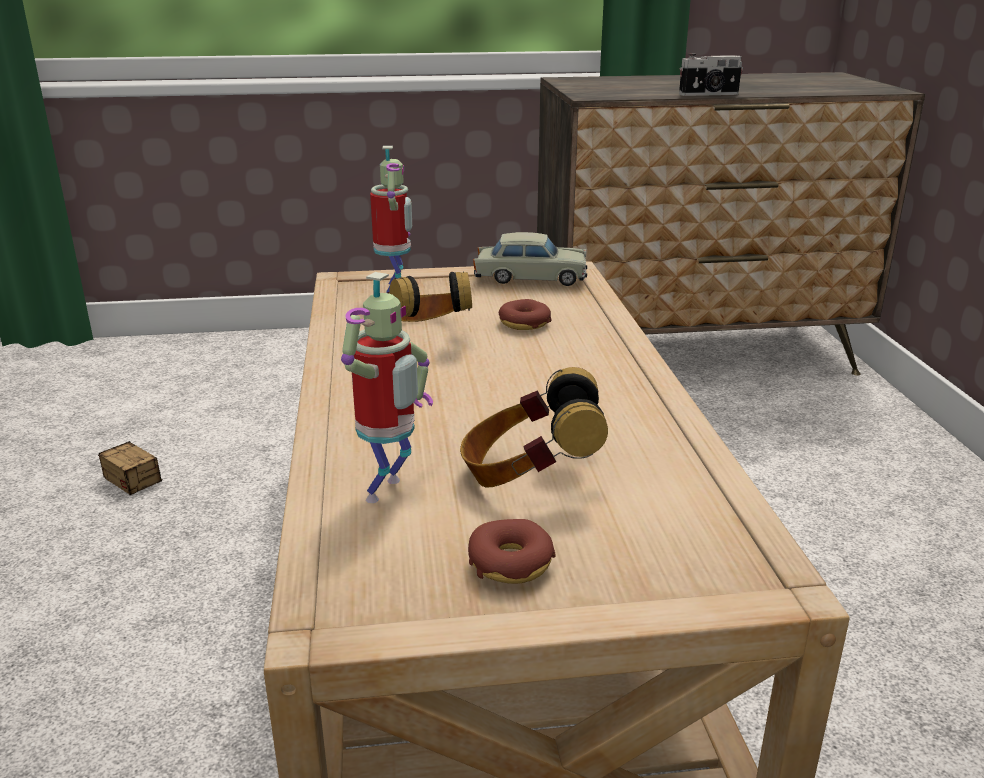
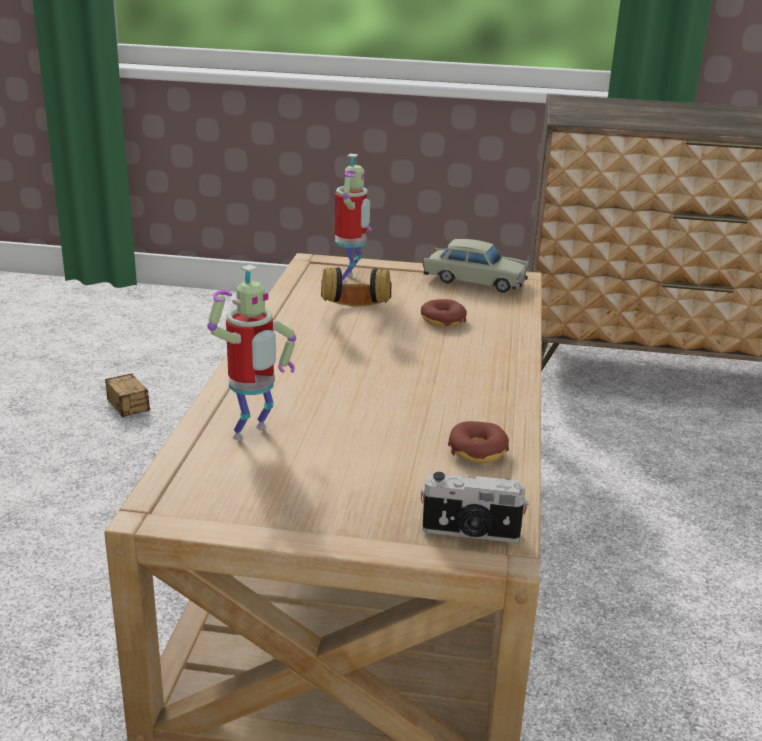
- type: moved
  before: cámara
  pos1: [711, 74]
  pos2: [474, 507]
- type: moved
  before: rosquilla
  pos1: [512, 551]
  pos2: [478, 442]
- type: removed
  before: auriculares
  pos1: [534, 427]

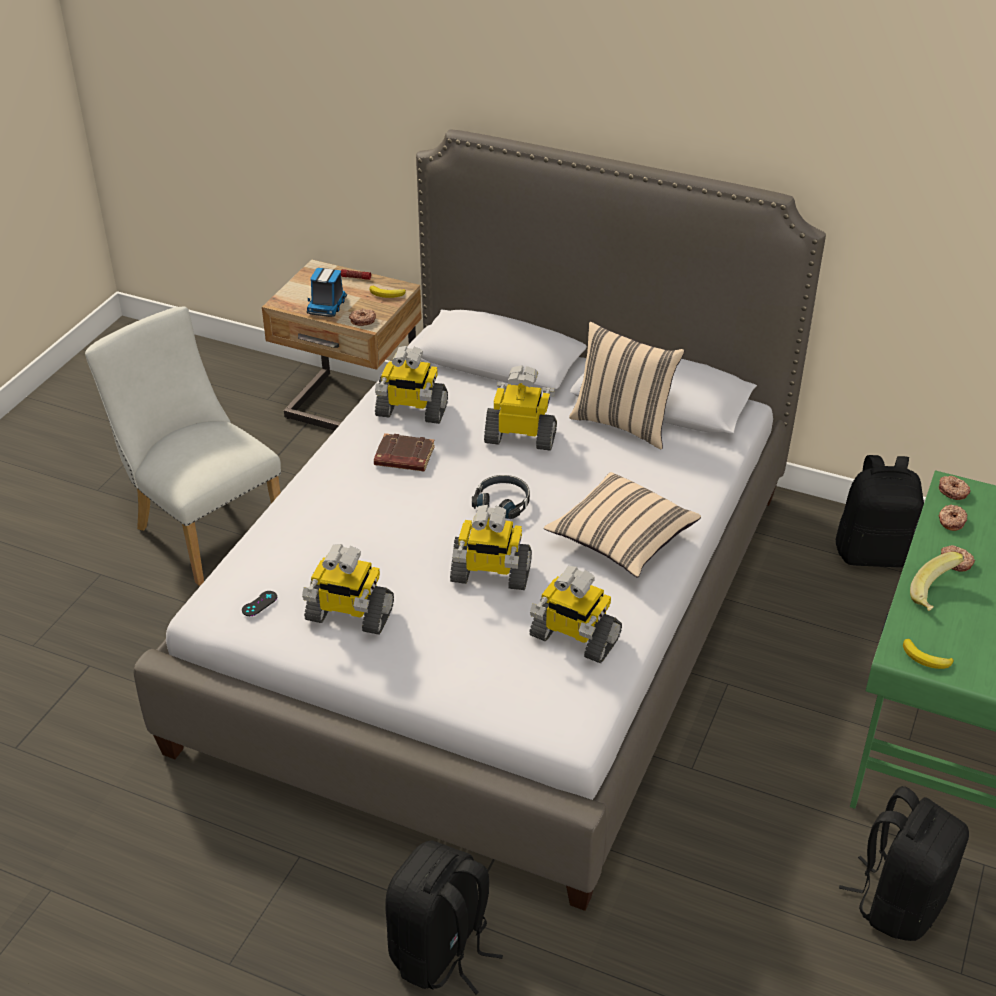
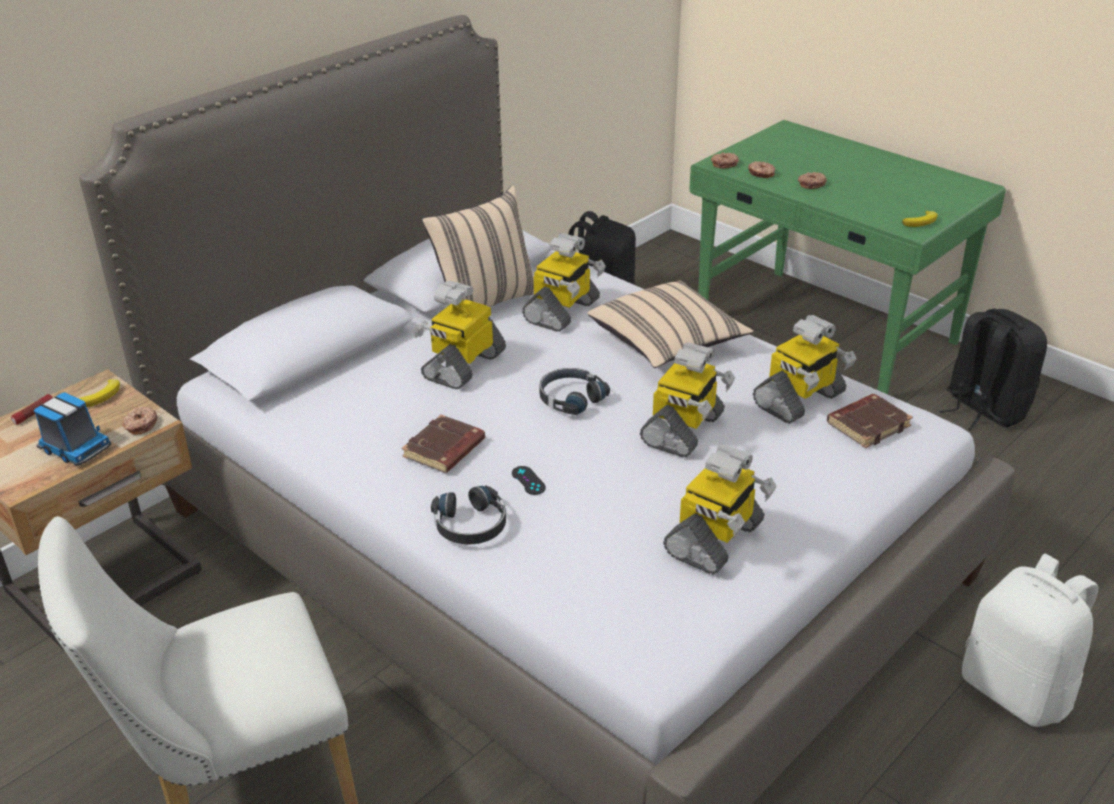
- type: added
  after: auriculares (negro)
  pos2: [468, 514]
- type: moved
  before: mando de consola (negro)
  pos1: [259, 603]
  pos2: [529, 480]
- type: moved
  before: robot de juguete
  pos1: [411, 385]
  pos2: [564, 282]
- type: added
  after: libro (marrón)
  pos2: [870, 421]
- type: recoloured
  before: mochila (negro)
  after: mochila (blanco)
  pos1: [444, 917]
  pos2: [1030, 640]
- type: removed
  before: plátano
  pos1: [937, 581]

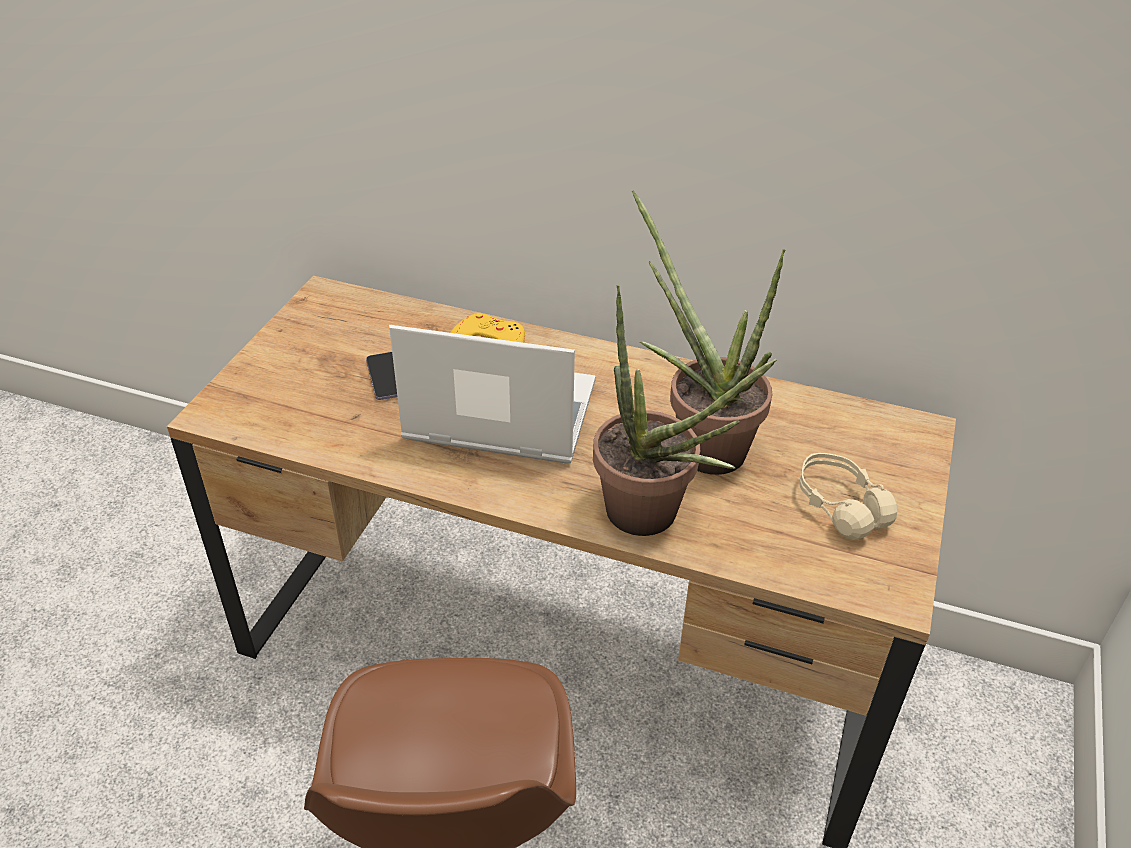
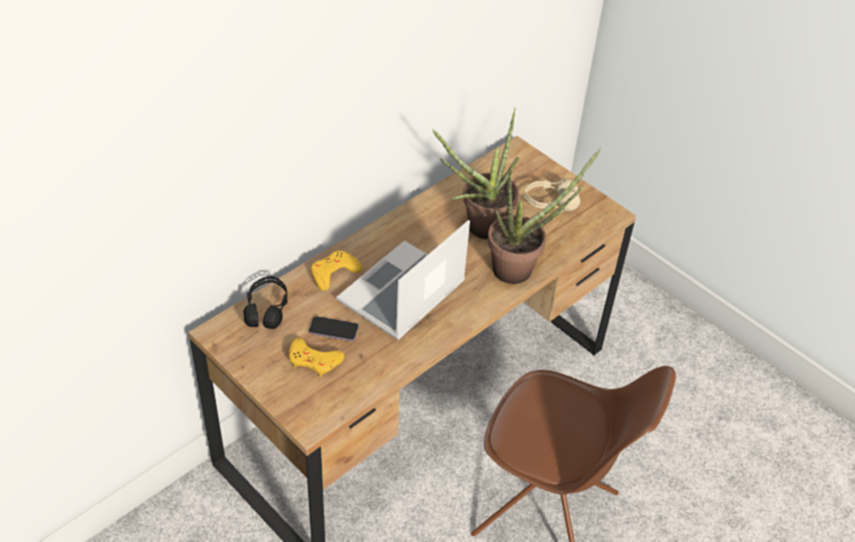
- type: added
  after: auriculares (negro)
  pos2: [265, 302]
- type: added
  after: mando de consola (amarillo)
  pos2: [317, 357]

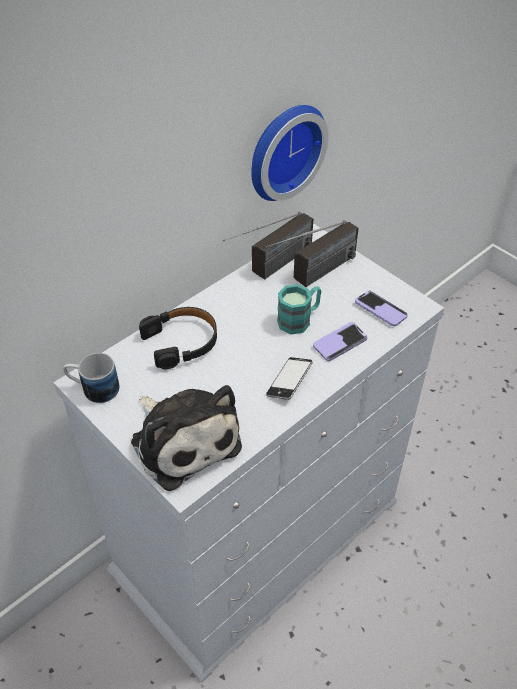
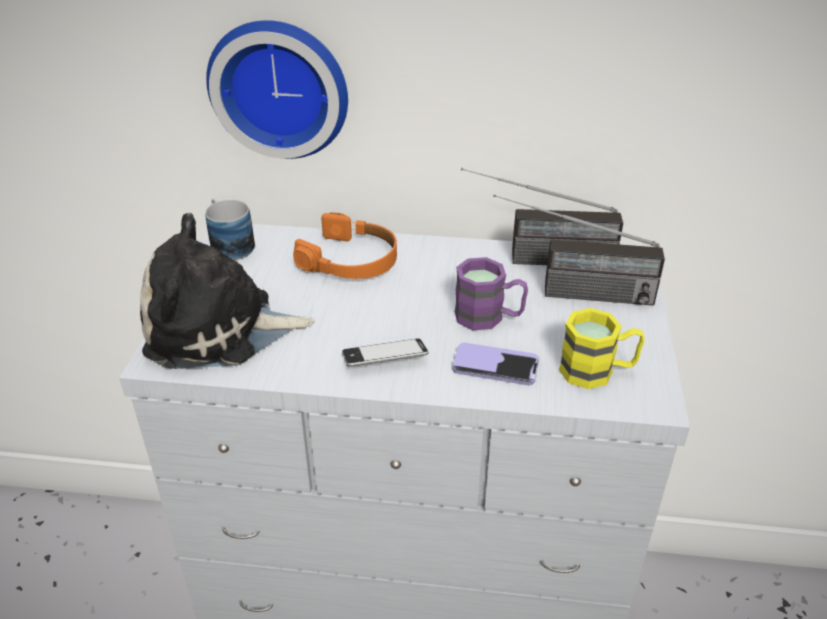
- type: turned
  before: peluche
  pos1: [186, 438]
  pos2: [227, 291]
  turn: 75
- type: moved
  before: reloj de pared
  pos1: [290, 153]
  pos2: [277, 89]
- type: recoloured
  before: auriculares (negro)
  after: auriculares (naranja)
  pos1: [178, 338]
  pos2: [345, 245]
- type: recoloured
  before: taza grande (turquesa)
  after: taza grande (morado)
  pos1: [299, 309]
  pos2: [491, 293]
- type: replaced
  before: móvil
  after: taza grande (amarillo)
  pos1: [381, 308]
  pos2: [602, 348]

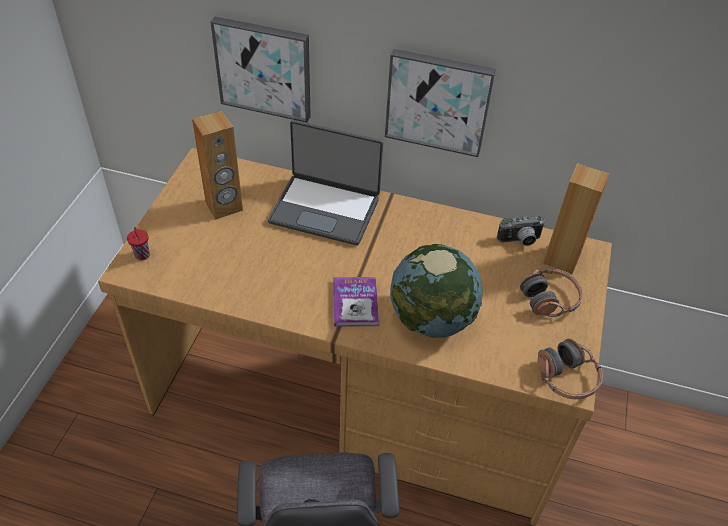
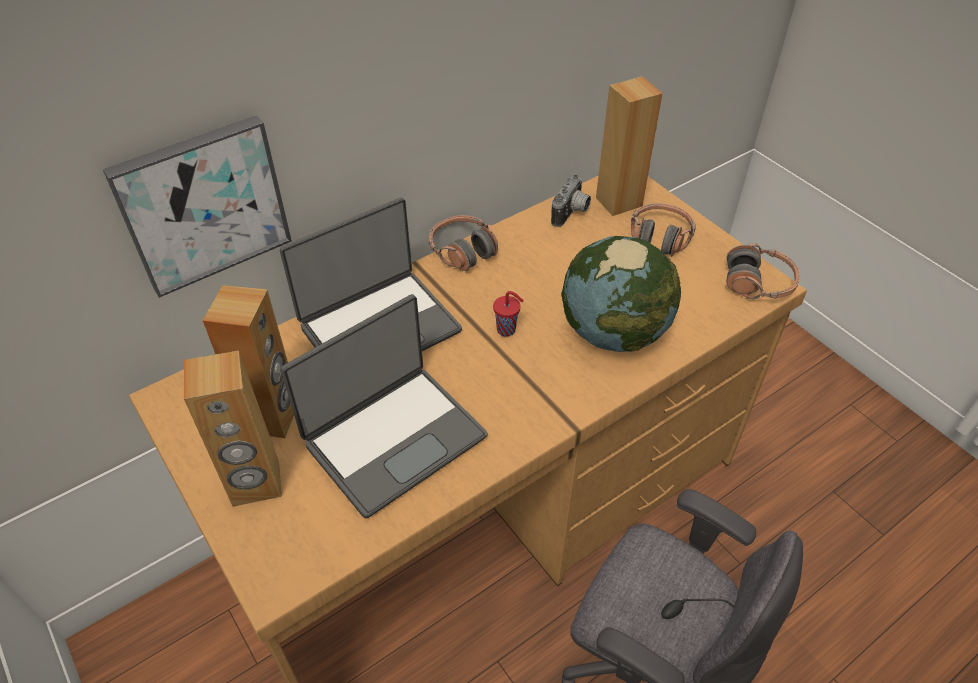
- type: added
  after: altavoz (marrón)
  pos2: [233, 428]
- type: added
  after: portátil
  pos2: [384, 406]
- type: added
  after: auriculares
  pos2: [463, 243]
- type: moved
  before: taza (rojo)
  pos1: [138, 243]
  pos2: [508, 314]
- type: removed
  before: libro
  pos1: [356, 302]
- type: removed
  before: cuadro
  pos1: [440, 103]

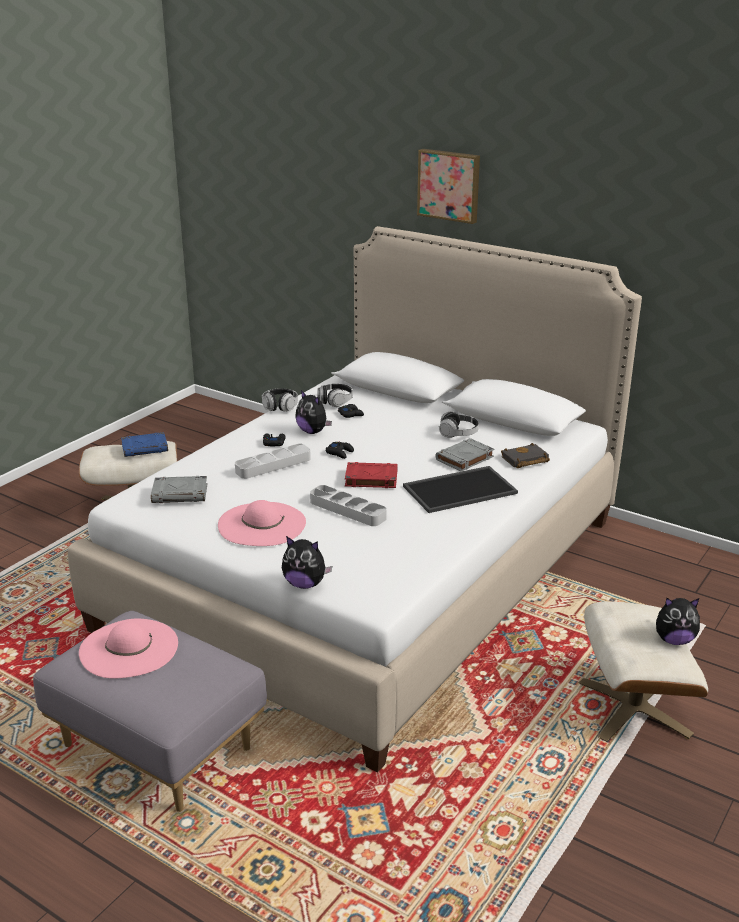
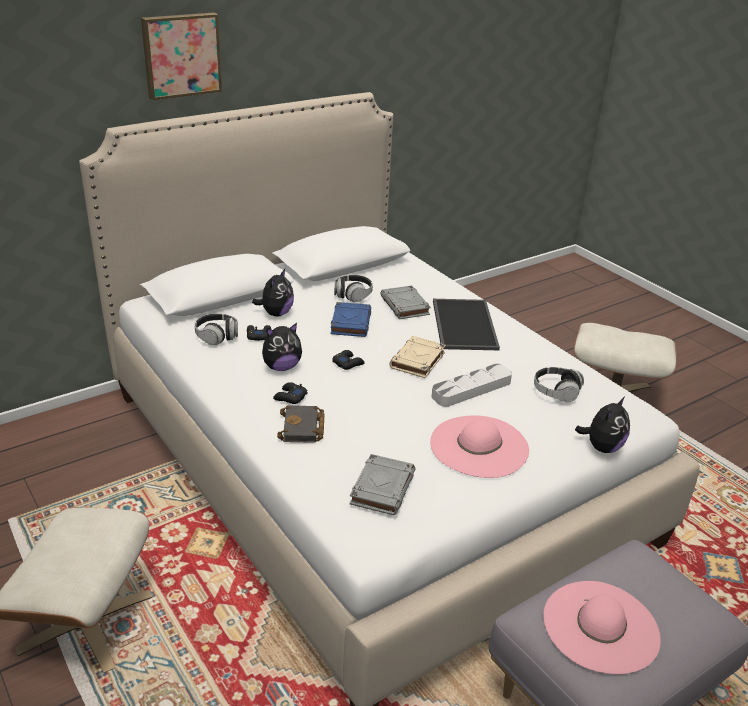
- type: moved
  before: peluche
  pos1: [678, 621]
  pos2: [273, 293]
- type: moved
  before: libro (negro)
  pos1: [525, 455]
  pos2: [301, 424]
- type: moved
  before: libro (azul)
  pos1: [144, 444]
  pos2: [351, 319]
- type: recoloured
  before: libro (rojo)
  after: libro (beis)
  pos1: [371, 475]
  pos2: [417, 357]
- type: moved
  before: auriculares
  pos1: [280, 400]
  pos2: [559, 385]
- type: removed
  before: bandeja (gris)
  pos1: [273, 461]

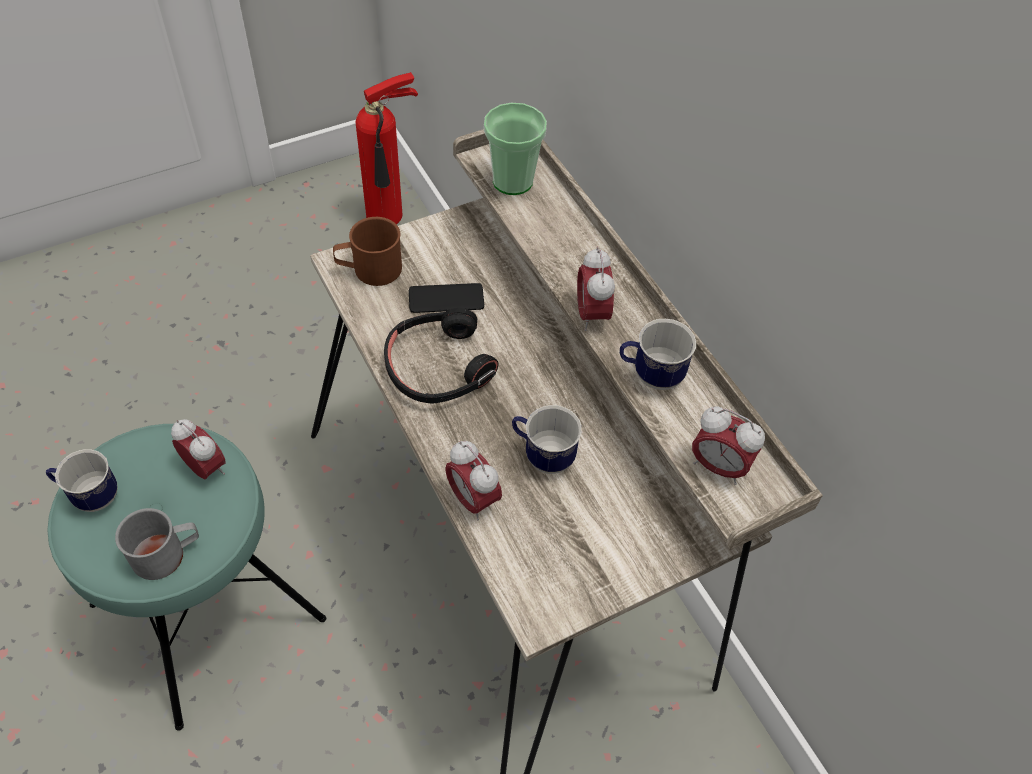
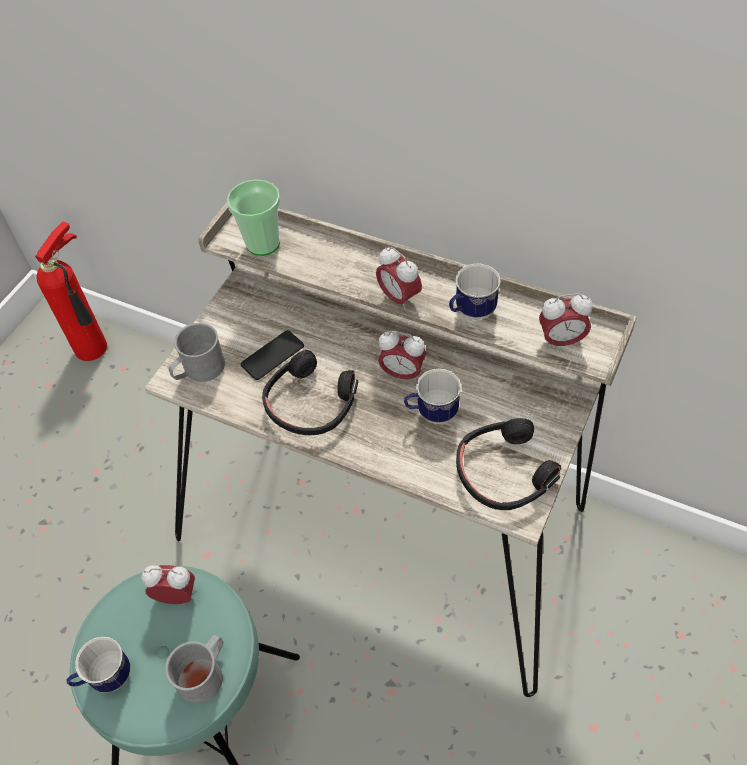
- type: recoloured
  before: taza grande (marrón)
  after: taza grande (gris)
  pos1: [367, 251]
  pos2: [196, 352]
- type: moved
  before: despertador
  pos1: [473, 480]
  pos2: [402, 357]
- type: added
  after: auriculares (negro)
  pos2: [508, 464]

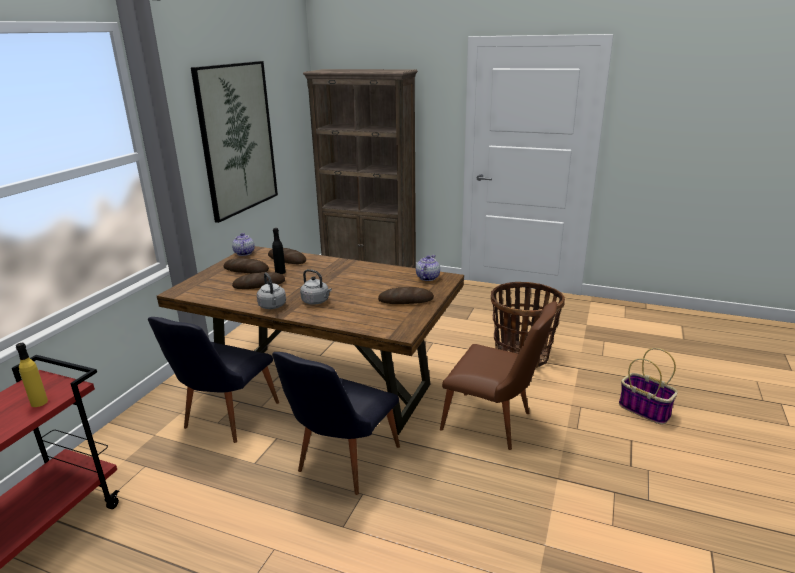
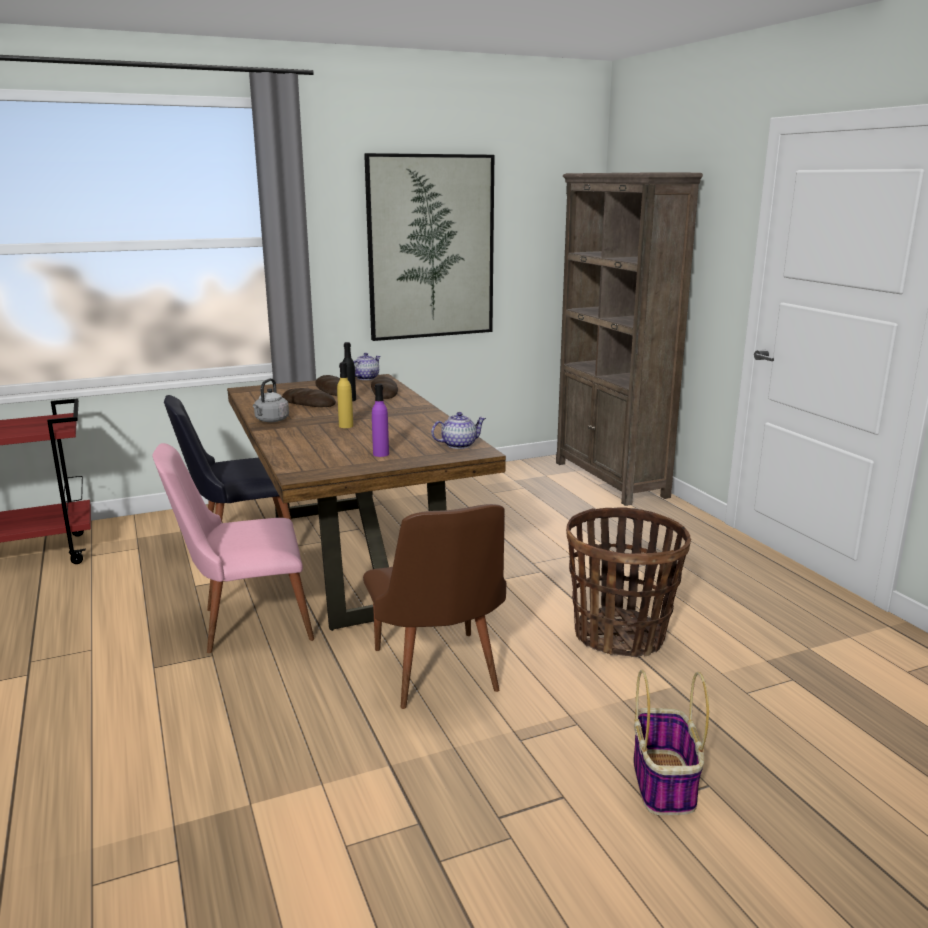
- type: recoloured
  before: silla (negro)
  after: silla (rosa)
  pos1: [336, 423]
  pos2: [233, 548]
- type: moved
  before: botella (amarillo)
  pos1: [32, 375]
  pos2: [345, 395]
- type: replaced
  before: pan
  after: botella (morado)
  pos1: [406, 295]
  pos2: [380, 420]
- type: removed
  before: hervidor (gris)
  pos1: [316, 287]

